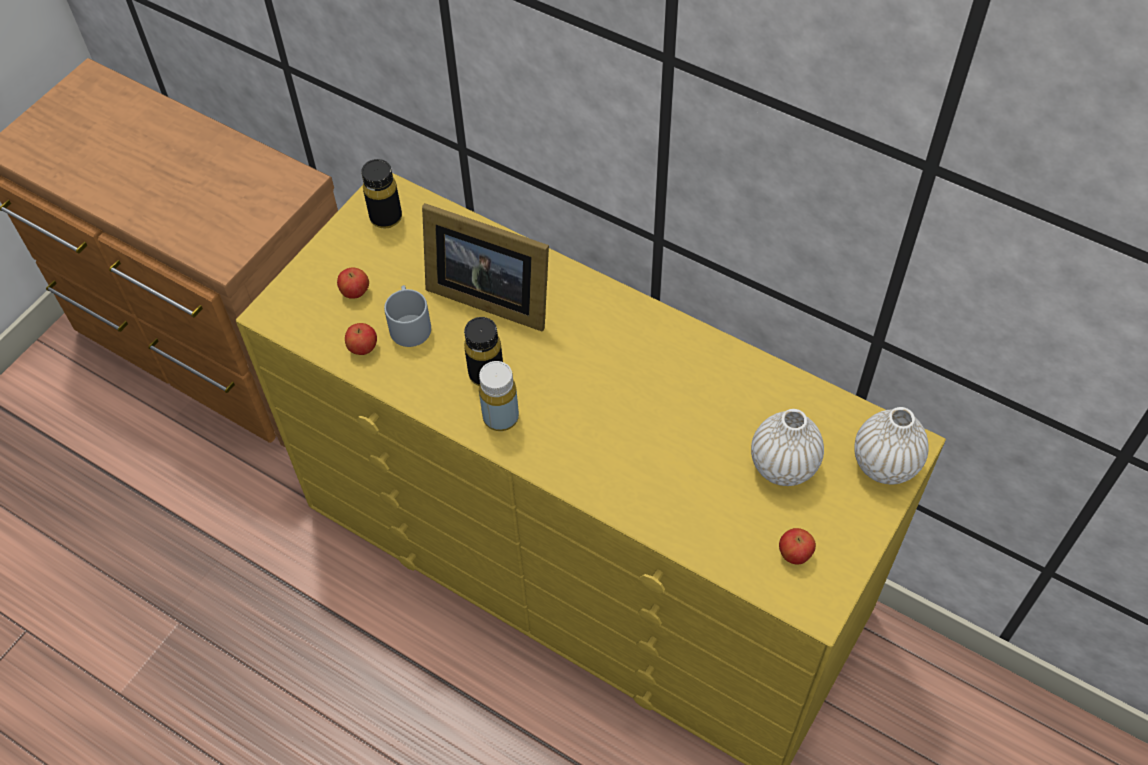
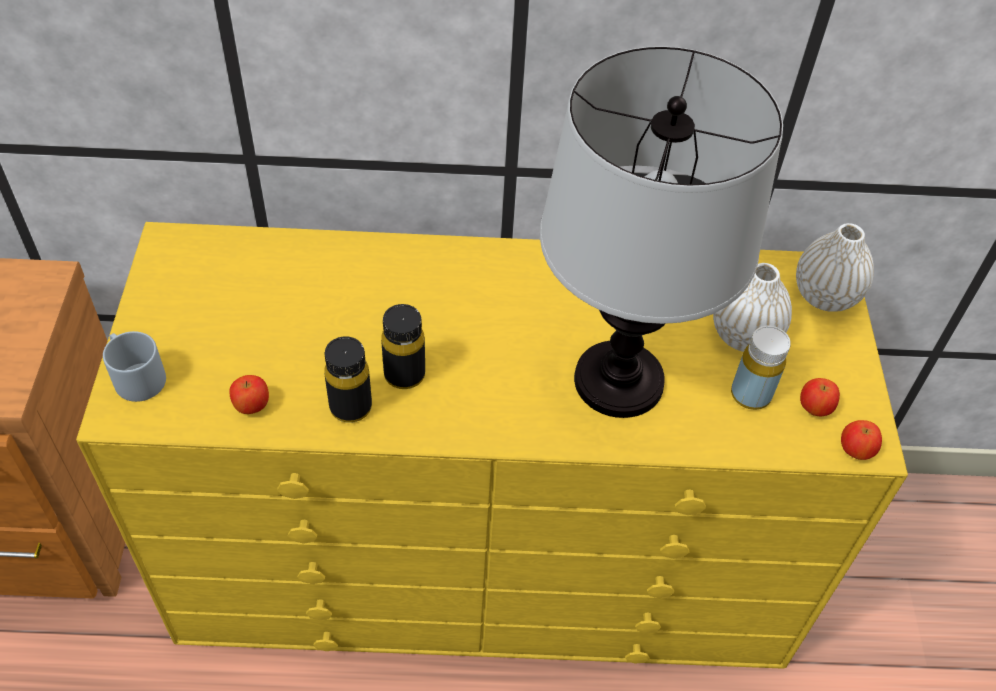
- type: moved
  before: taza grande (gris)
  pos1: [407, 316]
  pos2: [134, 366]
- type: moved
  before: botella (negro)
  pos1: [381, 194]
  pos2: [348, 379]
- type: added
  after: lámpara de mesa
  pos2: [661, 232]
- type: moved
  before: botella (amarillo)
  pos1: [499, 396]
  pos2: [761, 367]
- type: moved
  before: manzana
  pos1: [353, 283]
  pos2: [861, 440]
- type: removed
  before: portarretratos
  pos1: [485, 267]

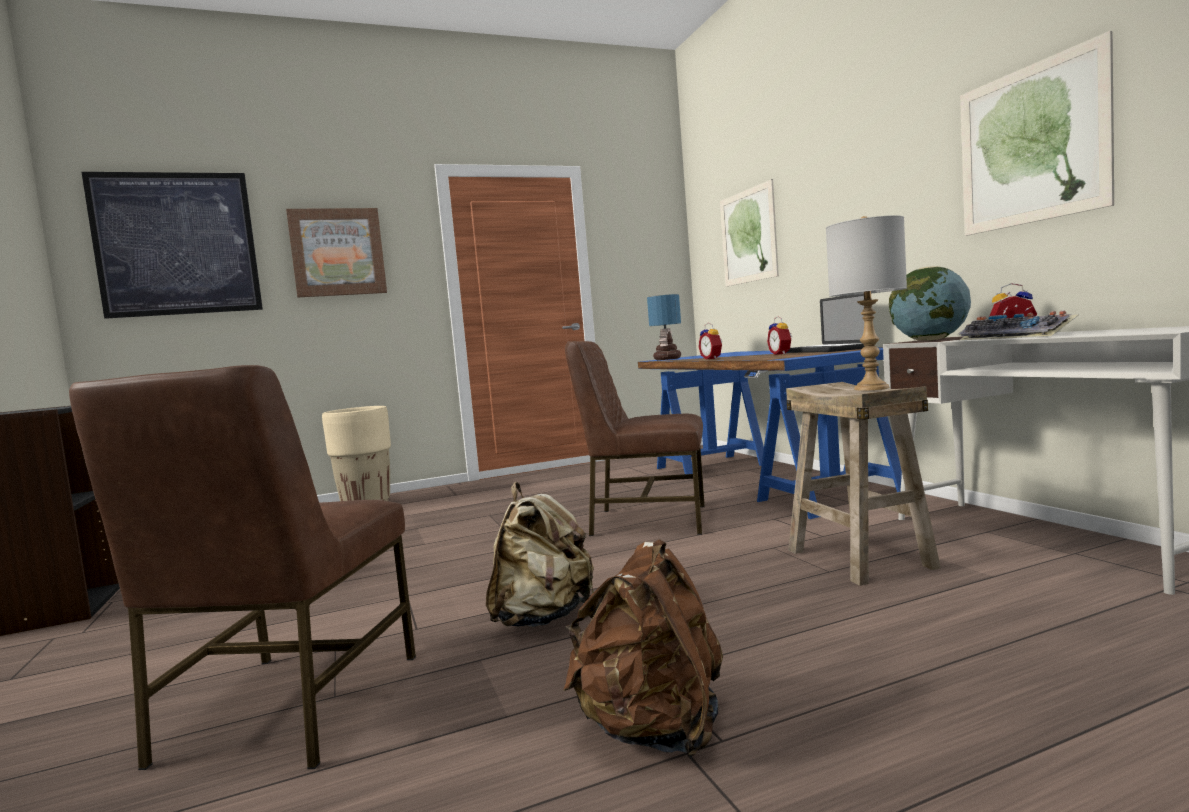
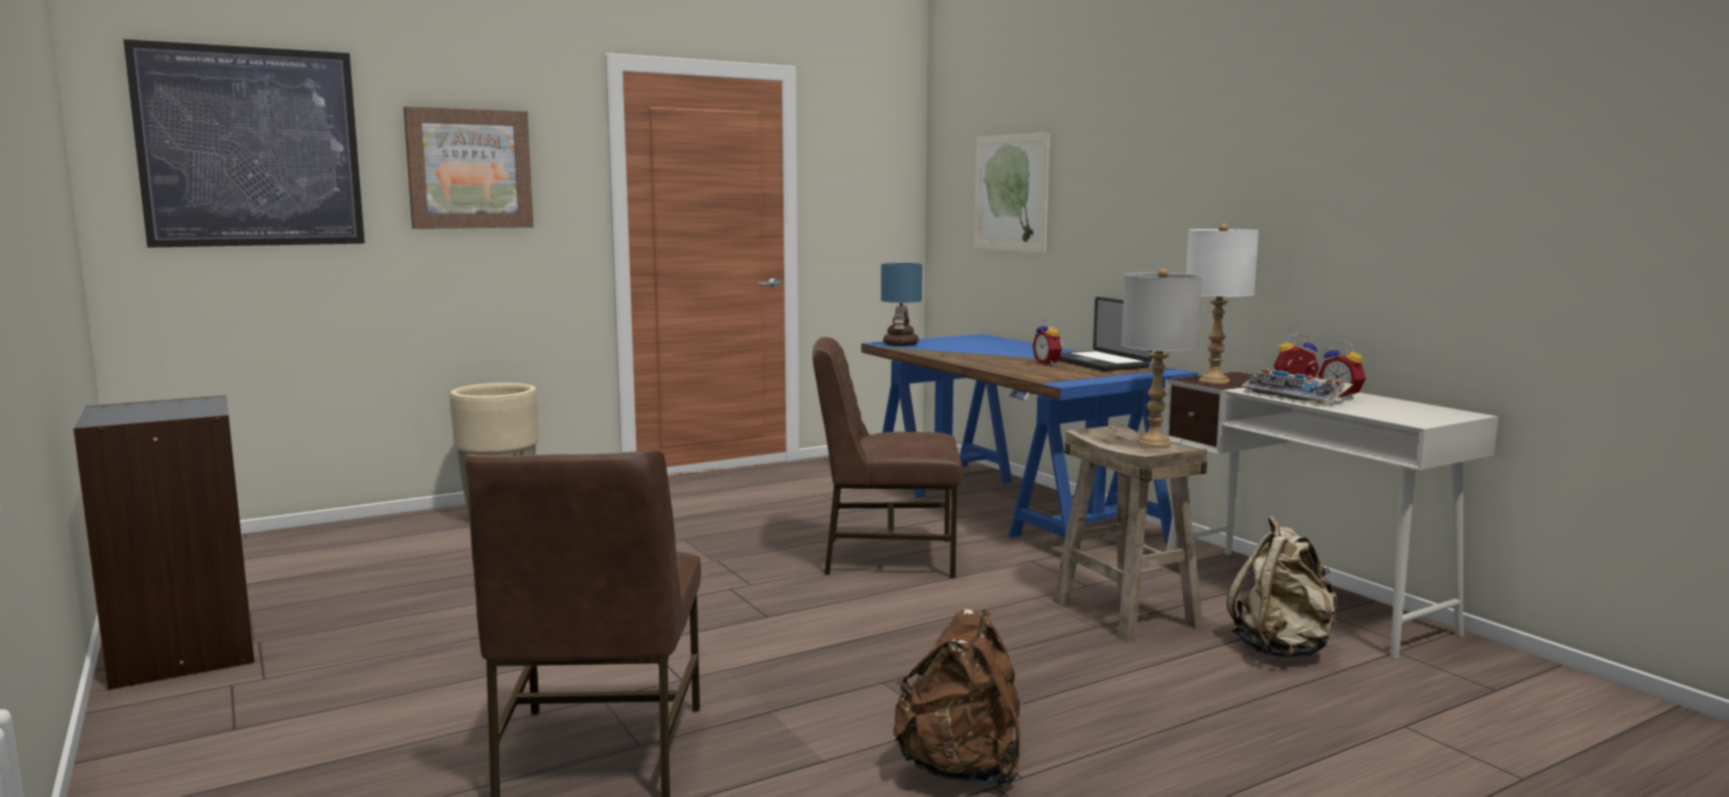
- type: replaced
  before: globo terráqueo
  after: lámpara de mesa (blanco)
  pos1: [930, 303]
  pos2: [1222, 304]
- type: moved
  before: mochila (beis)
  pos1: [540, 554]
  pos2: [1282, 587]
- type: moved
  before: despertador
  pos1: [710, 341]
  pos2: [1342, 370]
- type: removed
  before: cuadro
  pos1: [1037, 133]

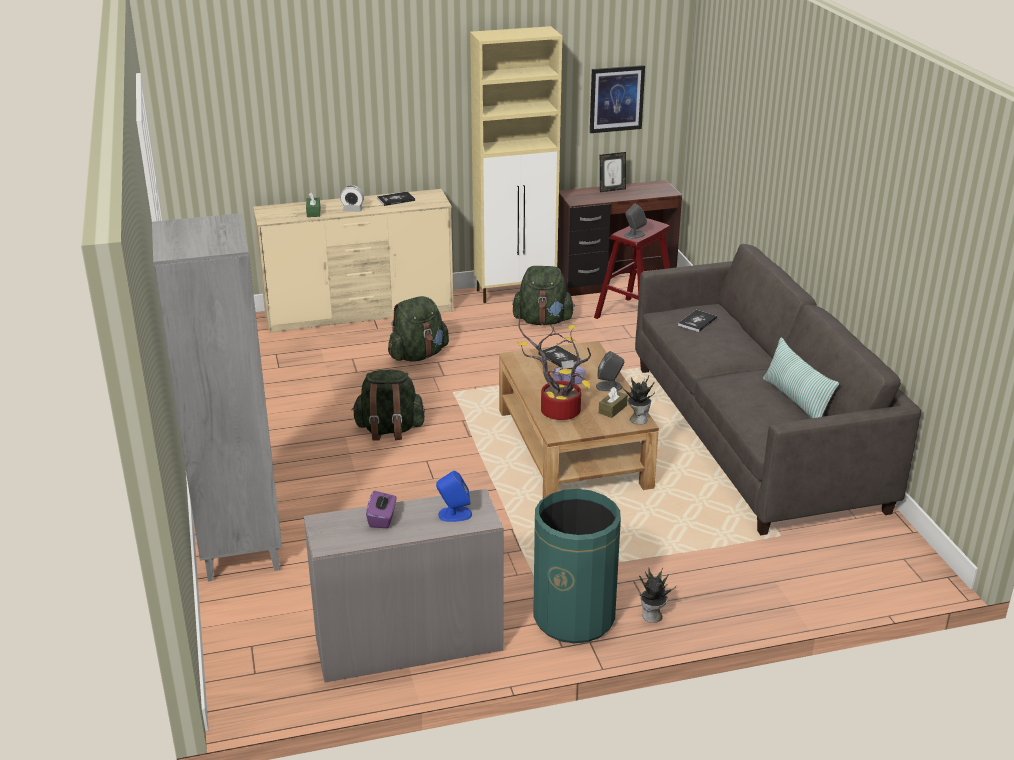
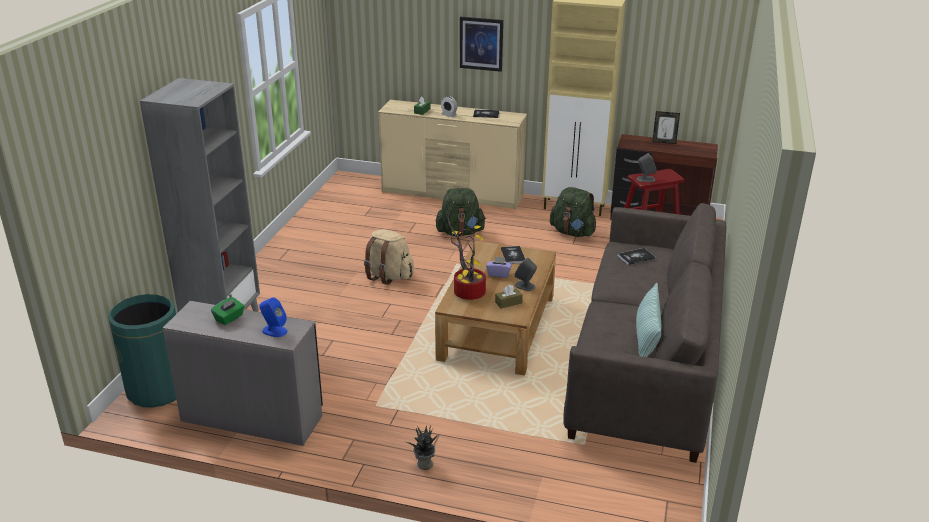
- type: moved
  before: papelera (verde)
  pos1: [577, 566]
  pos2: [142, 351]
- type: recoloured
  before: caja de pañuelos (morado)
  after: caja de pañuelos (verde)
  pos1: [381, 509]
  pos2: [228, 311]
- type: recoloured
  before: mochila (verde)
  after: mochila (beis)
  pos1: [388, 405]
  pos2: [389, 257]
- type: moved
  before: cuadro
  pos1: [617, 99]
  pos2: [481, 44]
- type: removed
  before: planta en maceta
  pos1: [638, 400]

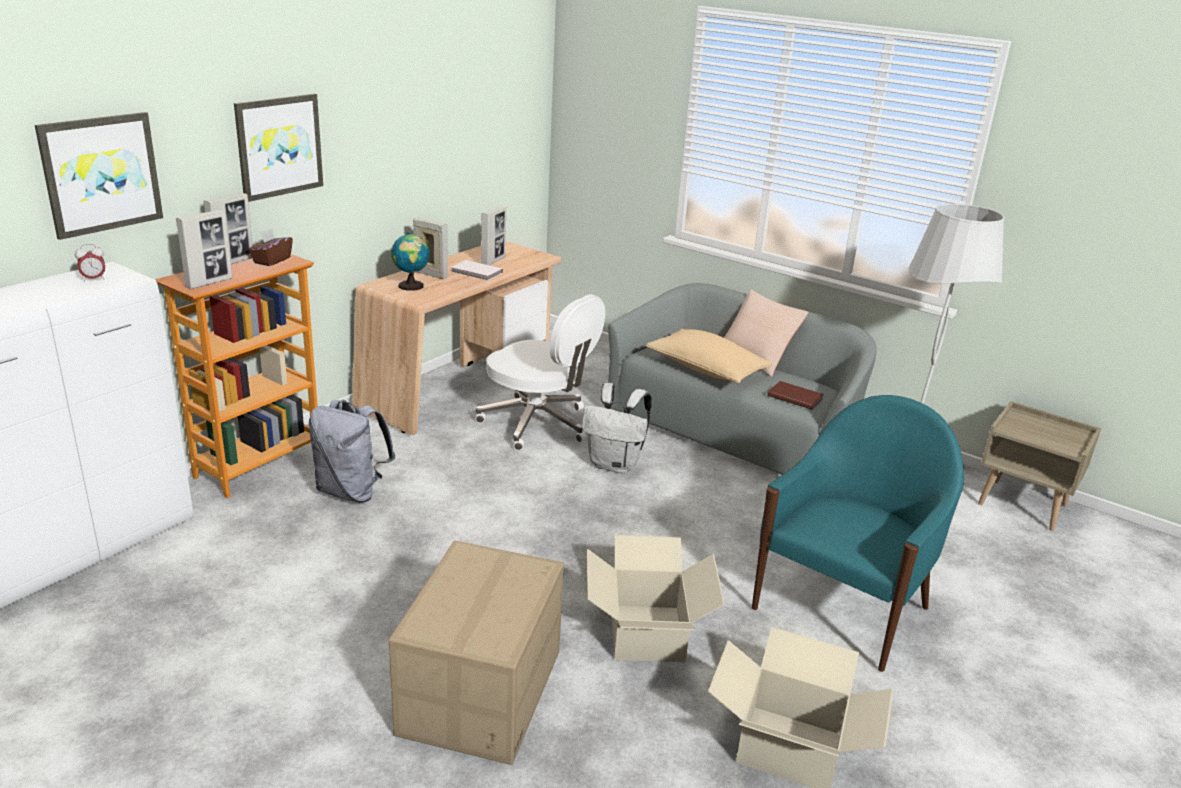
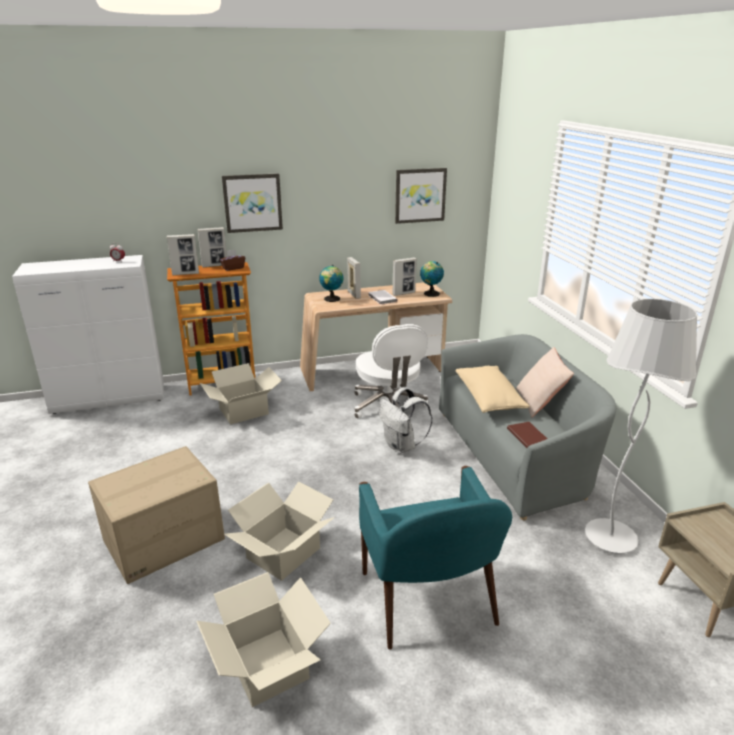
- type: replaced
  before: mochila (gris)
  after: caja de cartón
  pos1: [352, 451]
  pos2: [241, 393]
- type: turned
  before: sillón (turquesa)
  pos1: [858, 533]
  pos2: [435, 558]
  turn: 90
- type: moved
  before: cuadro
  pos1: [99, 176]
  pos2: [421, 196]
- type: added
  after: globo terráqueo
  pos2: [432, 279]

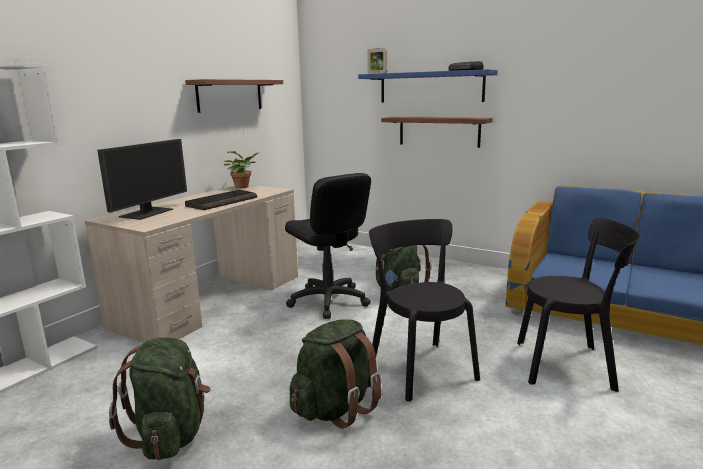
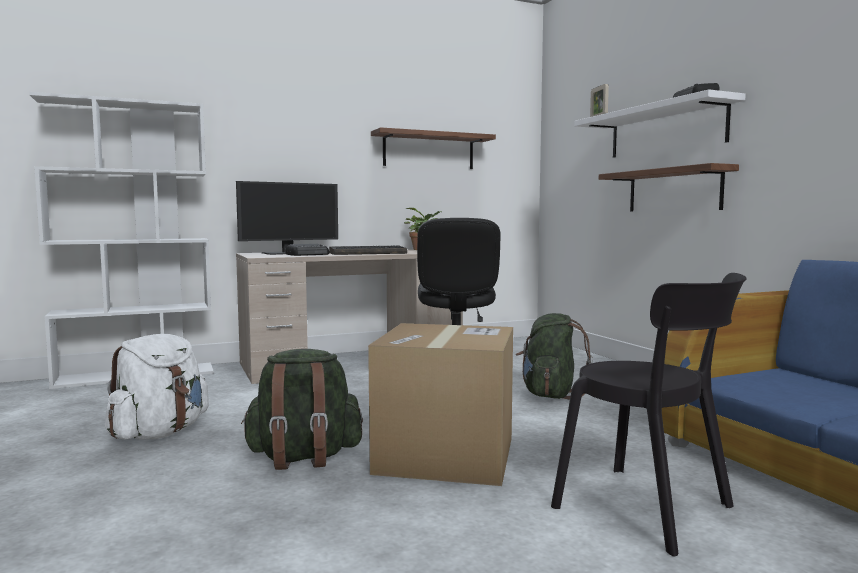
- type: recoloured
  before: mochila (verde)
  after: mochila (blanco)
  pos1: [160, 398]
  pos2: [157, 387]
- type: added
  after: radio
  pos2: [307, 250]
- type: replaced
  before: silla (negro)
  after: caja de cartón
  pos1: [424, 310]
  pos2: [440, 404]
- type: recoloured
  before: estante (azul)
  after: estante (blanco)
  pos1: [428, 86]
  pos2: [660, 123]

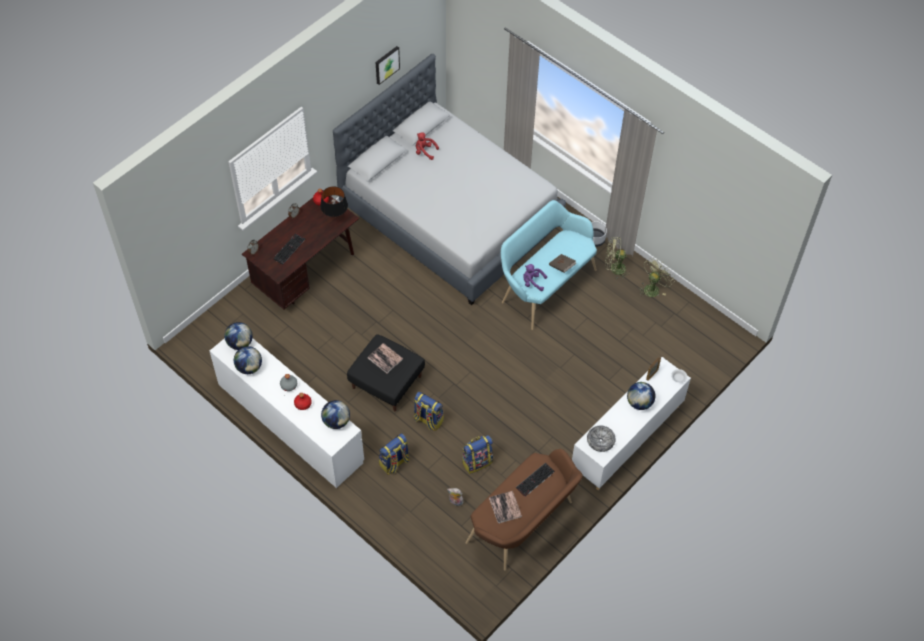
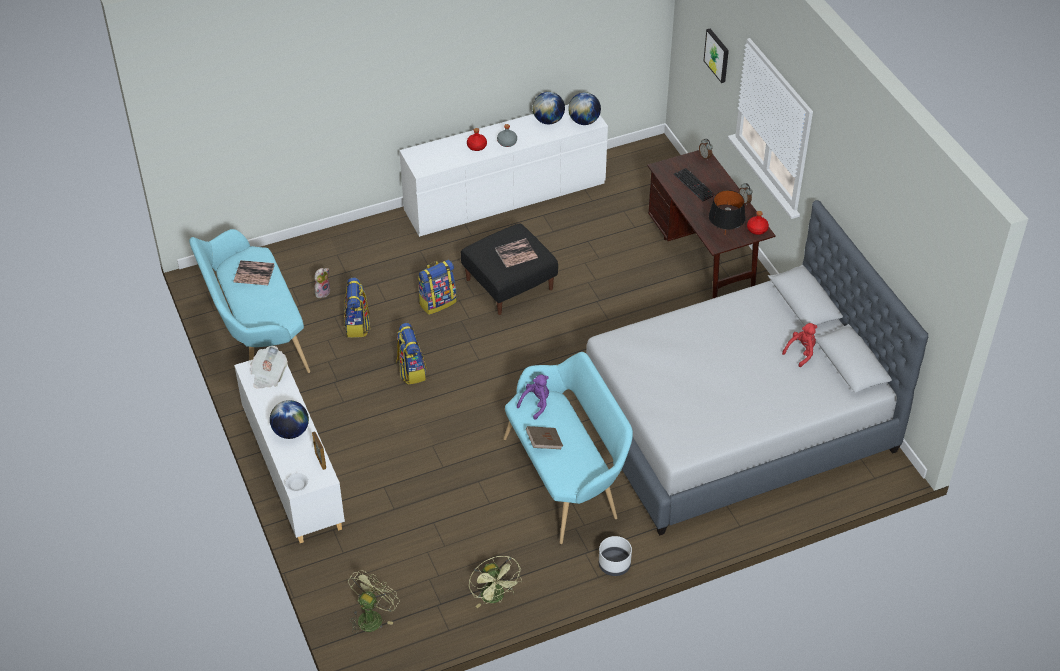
- type: recoloured
  before: banco (marrón)
  after: banco (turquesa)
  pos1: [524, 510]
  pos2: [249, 301]
- type: replaced
  before: cuenco
  after: periódico
  pos1: [601, 438]
  pos2: [269, 367]
- type: moved
  before: ventilador (verde)
  pos1: [617, 258]
  pos2: [374, 602]
- type: moved
  before: mochila
  pos1: [394, 454]
  pos2: [411, 354]
- type: moved
  before: cuadro
  pos1: [388, 65]
  pos2: [716, 56]
- type: removed
  before: globo terráqueo
  pos1: [335, 414]
- type: removed
  before: teclado
  pos1: [535, 479]

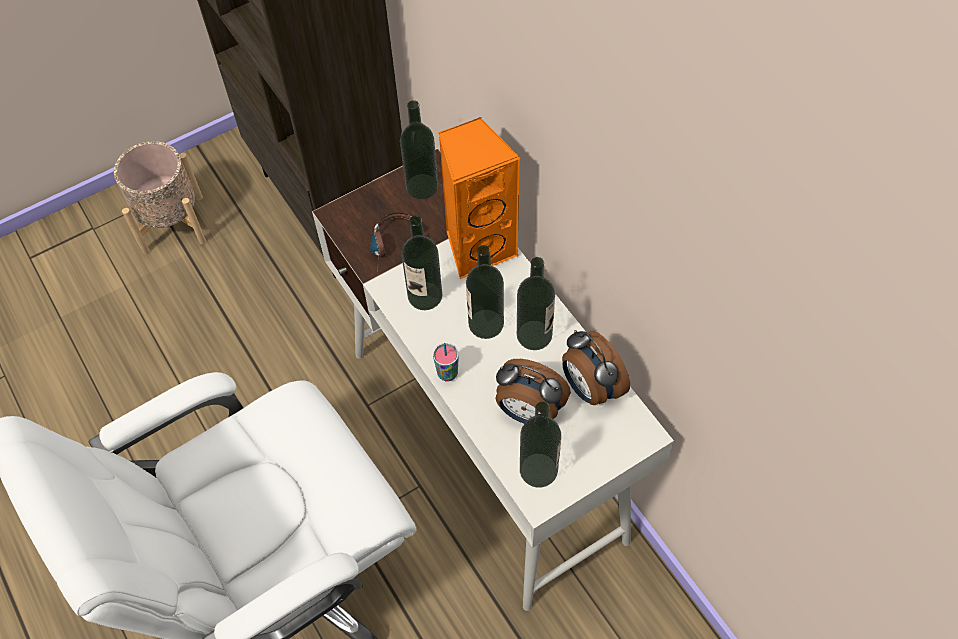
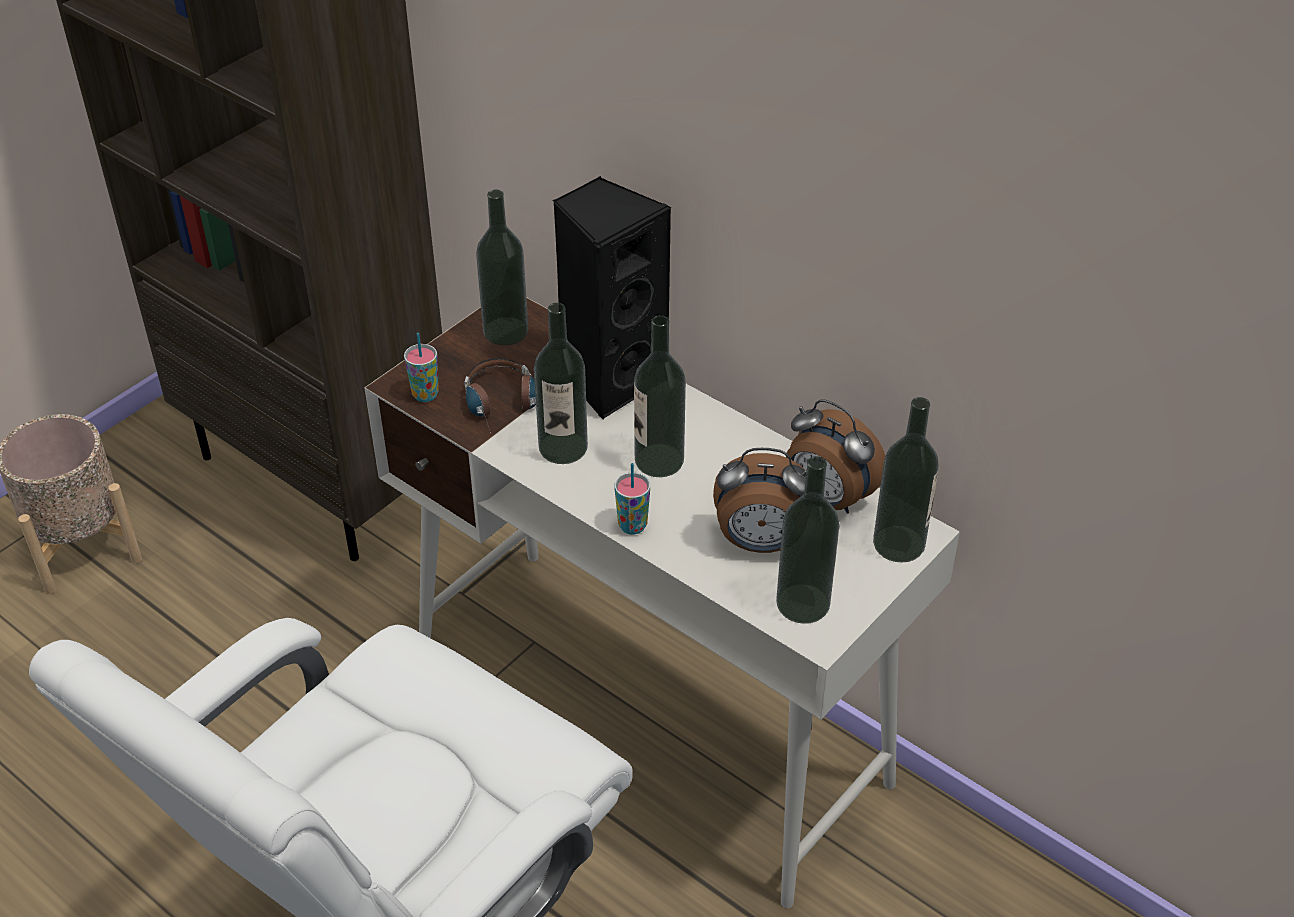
- type: added
  after: taza
  pos2: [421, 367]
- type: recoloured
  before: altavoz (naranja)
  after: altavoz (negro)
  pos1: [479, 198]
  pos2: [612, 298]
- type: moved
  before: botella
  pos1: [536, 303]
  pos2: [906, 480]

